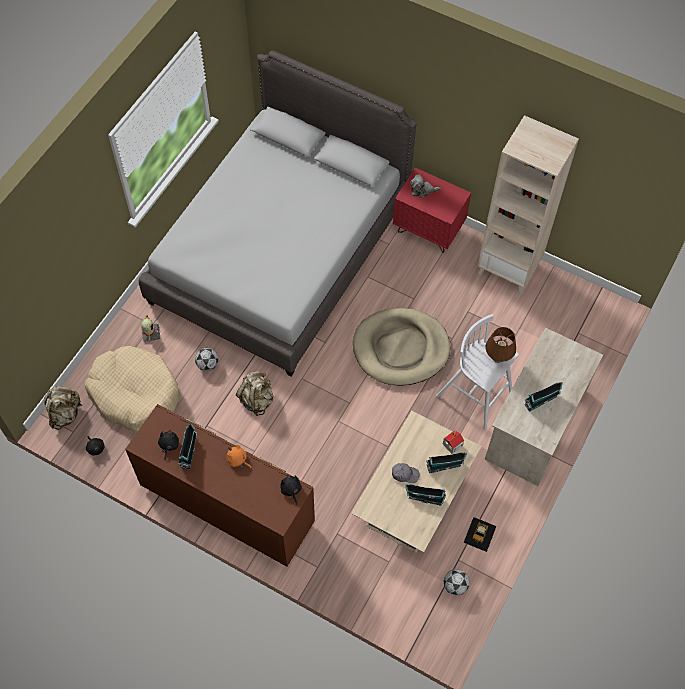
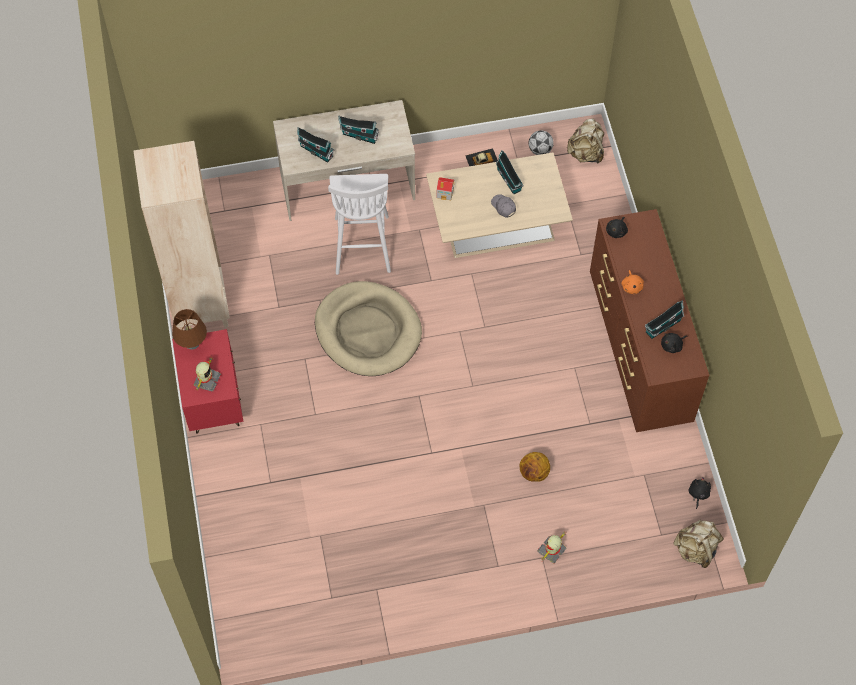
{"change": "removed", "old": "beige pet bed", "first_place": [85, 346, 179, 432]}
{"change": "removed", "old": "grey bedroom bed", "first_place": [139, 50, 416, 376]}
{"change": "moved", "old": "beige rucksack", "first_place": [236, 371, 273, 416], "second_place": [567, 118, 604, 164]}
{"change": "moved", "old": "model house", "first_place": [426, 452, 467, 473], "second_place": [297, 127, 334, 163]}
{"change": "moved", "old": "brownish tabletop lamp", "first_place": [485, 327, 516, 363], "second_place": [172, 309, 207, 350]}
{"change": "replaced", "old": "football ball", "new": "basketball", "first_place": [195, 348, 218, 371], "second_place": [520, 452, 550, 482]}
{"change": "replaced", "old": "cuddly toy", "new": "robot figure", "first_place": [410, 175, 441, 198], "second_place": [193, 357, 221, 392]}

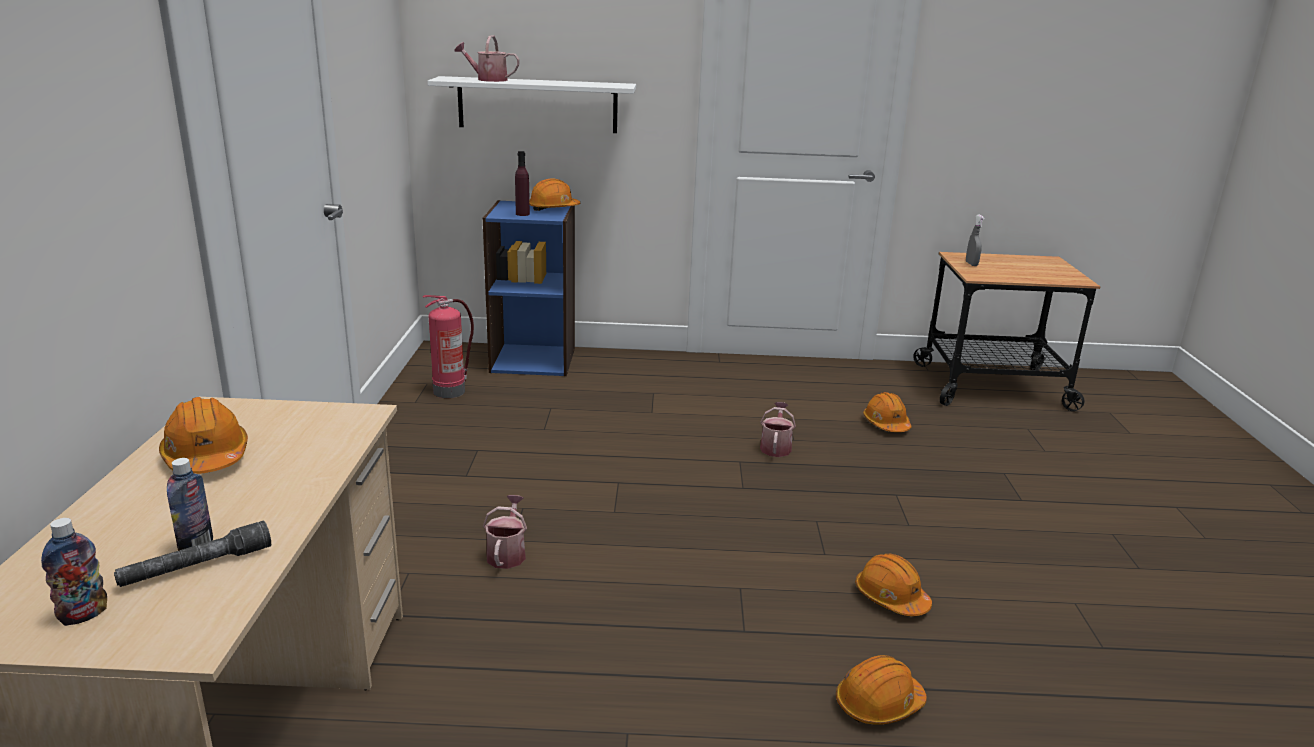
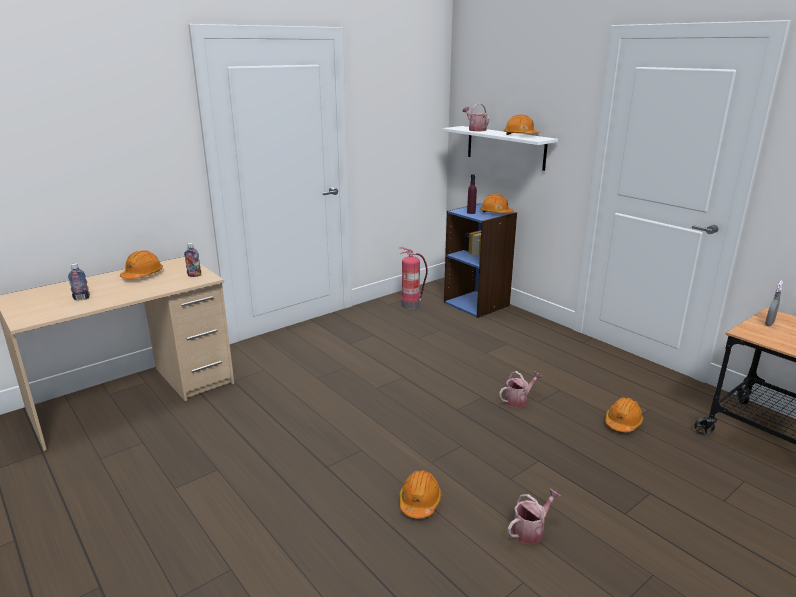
{"change": "removed", "old": "grey flashlight", "first_place": [114, 520, 271, 587]}
{"change": "moved", "old": "beverage bottle", "first_place": [41, 518, 107, 626], "second_place": [184, 243, 201, 277]}
{"change": "moved", "old": "watering can", "first_place": [483, 495, 527, 569], "second_place": [508, 488, 561, 545]}
{"change": "moved", "old": "orange hard hat", "first_place": [836, 655, 927, 725], "second_place": [503, 114, 540, 135]}

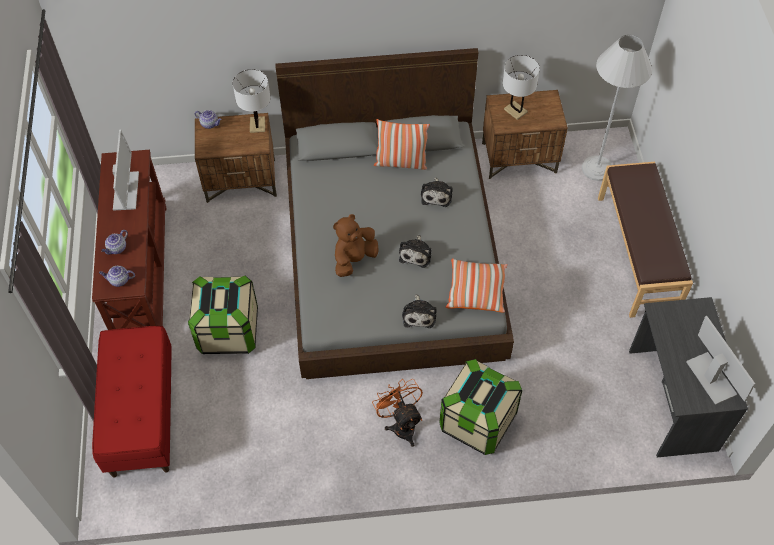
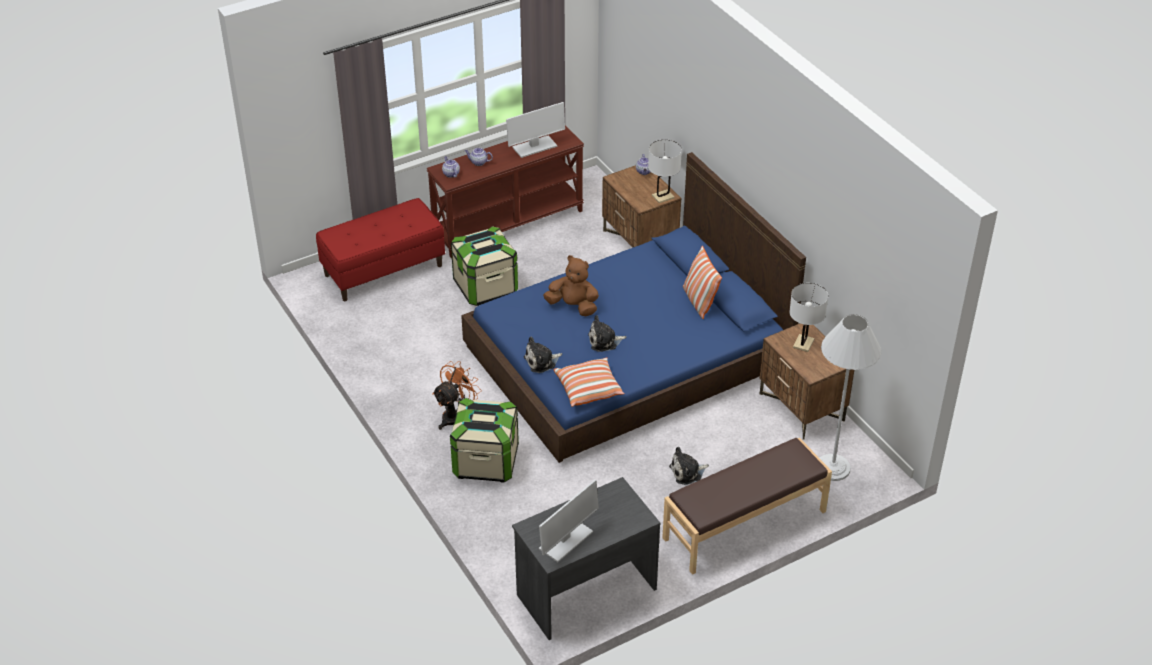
{"change": "moved", "old": "cuddly toy", "first_place": [421, 177, 453, 207], "second_place": [669, 447, 709, 485]}
{"change": "recoloured", "old": "grey bedroom bed", "new": "blue-coloured bedroom bed", "first_place": [275, 48, 514, 379], "second_place": [461, 152, 806, 463]}

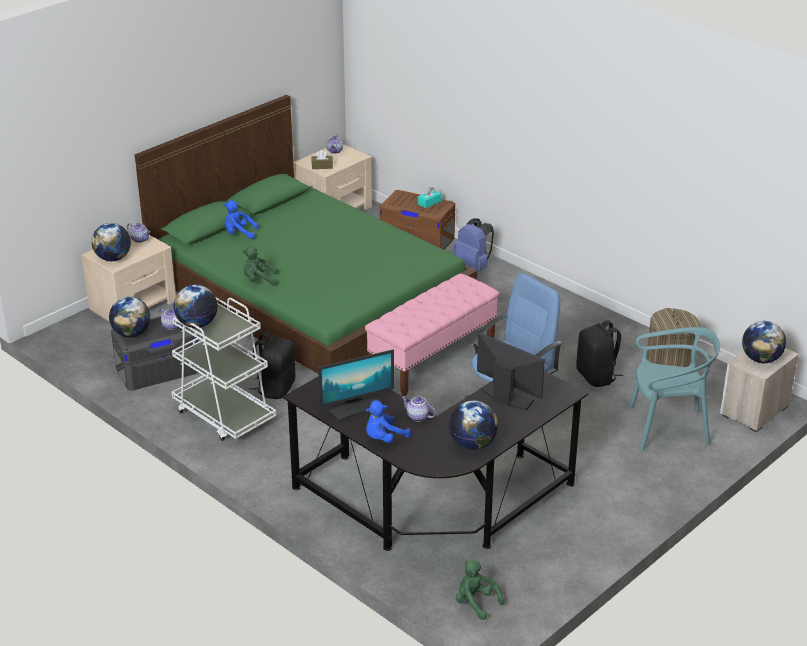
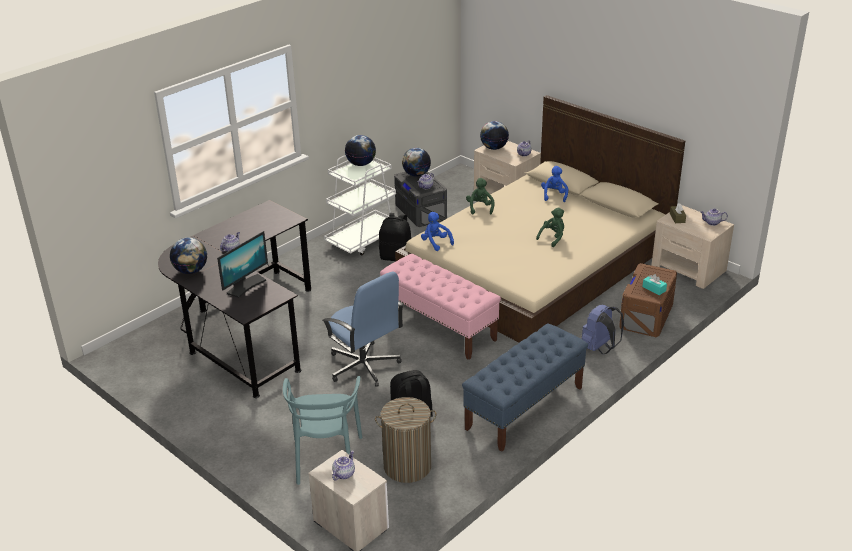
{"change": "removed", "old": "monitor", "first_place": [318, 349, 394, 421]}
{"change": "added", "new": "blue-coloured bench", "second_place": [462, 323, 588, 452]}
{"change": "moved", "old": "blue-coloured cuddly toy", "first_place": [366, 400, 411, 443], "second_place": [421, 212, 454, 251]}
{"change": "moved", "old": "green cuddly toy", "first_place": [455, 560, 505, 620], "second_place": [536, 207, 564, 247]}
{"change": "replaced", "old": "desk globe", "new": "pot for tea", "first_place": [742, 321, 786, 363], "second_place": [332, 451, 355, 481]}
{"change": "recoloured", "old": "green bedroom bed", "new": "beige bedroom bed", "first_place": [135, 95, 477, 374], "second_place": [395, 95, 685, 342]}

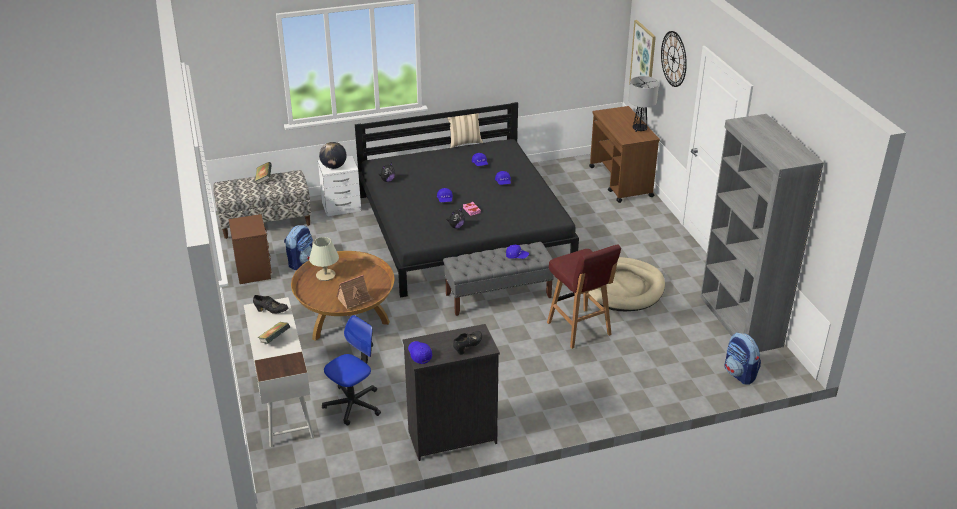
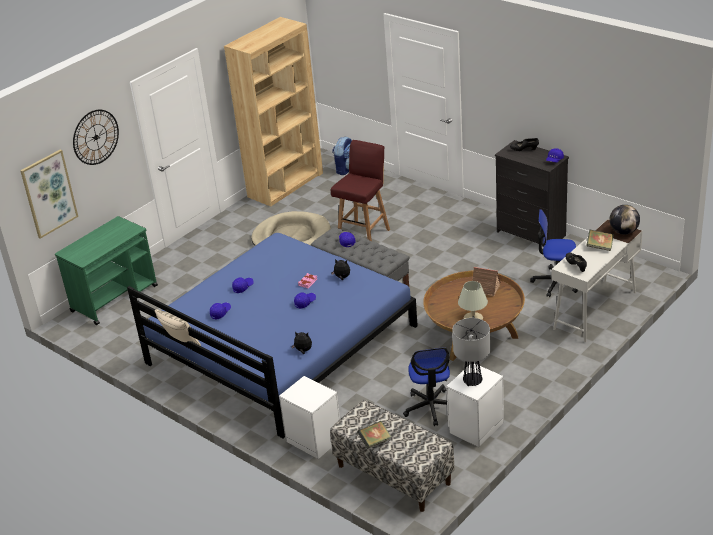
{"change": "moved", "old": "desk globe", "first_place": [319, 142, 347, 169], "second_place": [609, 205, 640, 235]}
{"change": "moved", "old": "tabletop lamp", "first_place": [628, 76, 659, 132], "second_place": [452, 318, 490, 386]}
{"change": "replaced", "old": "rucksack", "new": "desk chair", "first_place": [284, 225, 313, 270], "second_place": [403, 348, 450, 426]}
{"change": "recoloured", "old": "brownish nightstand", "new": "white-coloured nightstand", "first_place": [229, 214, 272, 284], "second_place": [446, 363, 504, 447]}
{"change": "recoloured", "old": "black bedroom bed", "new": "blue-coloured bedroom bed", "first_place": [355, 102, 579, 298], "second_place": [127, 233, 418, 438]}
{"change": "recoloured", "old": "brownish trolley", "new": "green trolley", "first_place": [589, 106, 660, 203], "second_place": [55, 216, 158, 325]}
{"change": "recoloured", "old": "grey bookcase", "new": "brownish bookcase", "first_place": [700, 114, 824, 352], "second_place": [224, 17, 323, 206]}

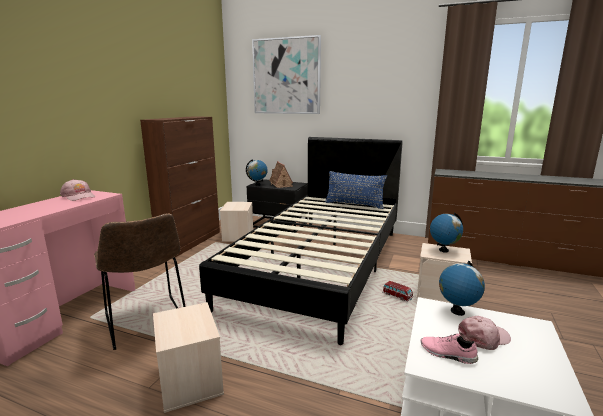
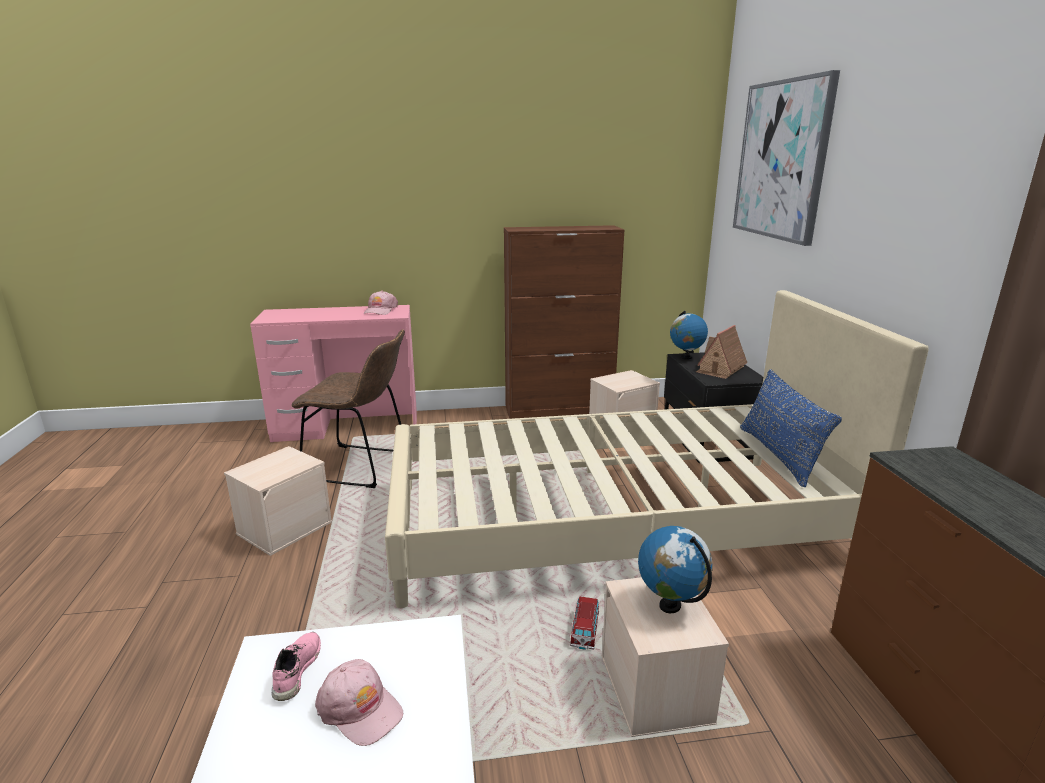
{"change": "removed", "old": "desk globe", "first_place": [439, 261, 485, 316]}
{"change": "recoloured", "old": "black bedroom bed", "new": "beige bedroom bed", "first_place": [199, 137, 403, 345], "second_place": [385, 290, 929, 608]}
{"change": "turned", "old": "brownish upright chair", "first_place": [94, 213, 186, 350], "second_place": [292, 329, 405, 488], "degrees": -105}

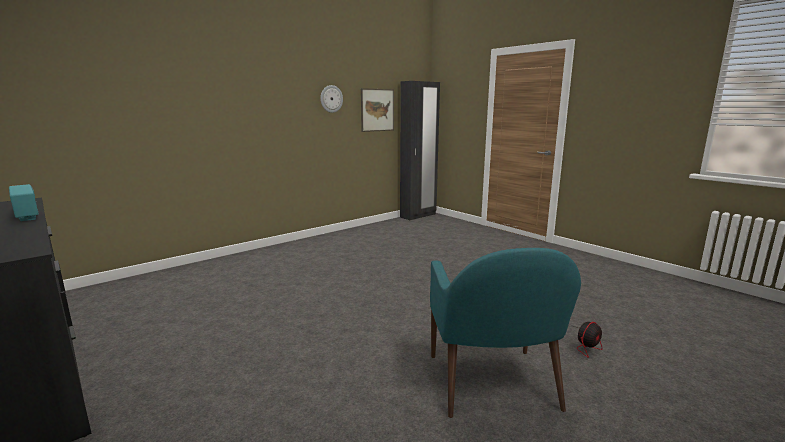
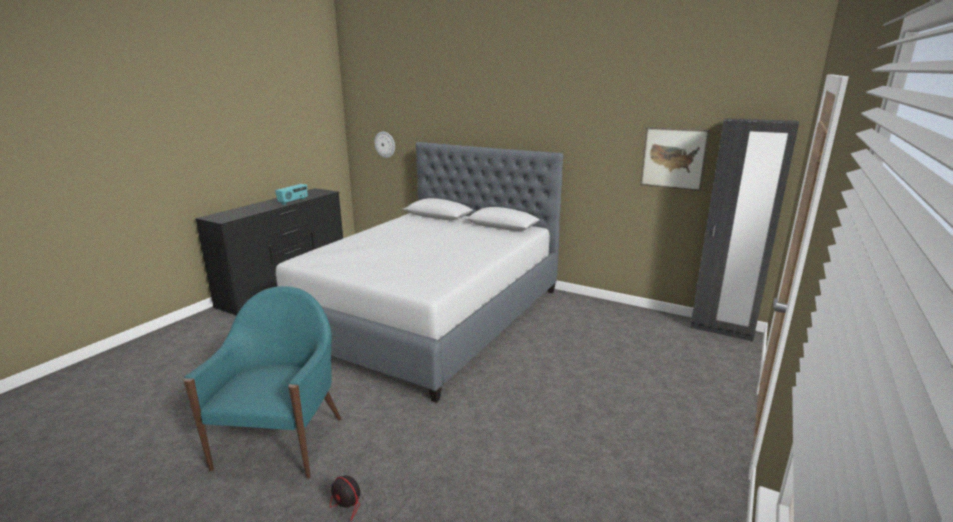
{"change": "added", "new": "grey bedroom bed", "second_place": [276, 142, 563, 403]}
{"change": "moved", "old": "wall clock", "first_place": [320, 85, 343, 113], "second_place": [374, 131, 395, 158]}
{"change": "turned", "old": "turquoise lounge chair", "first_place": [430, 248, 581, 418], "second_place": [183, 286, 341, 478], "degrees": 120}

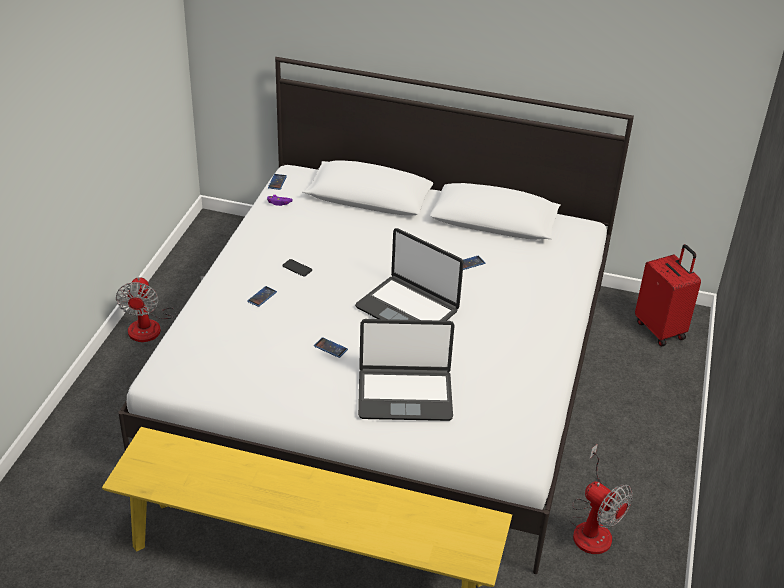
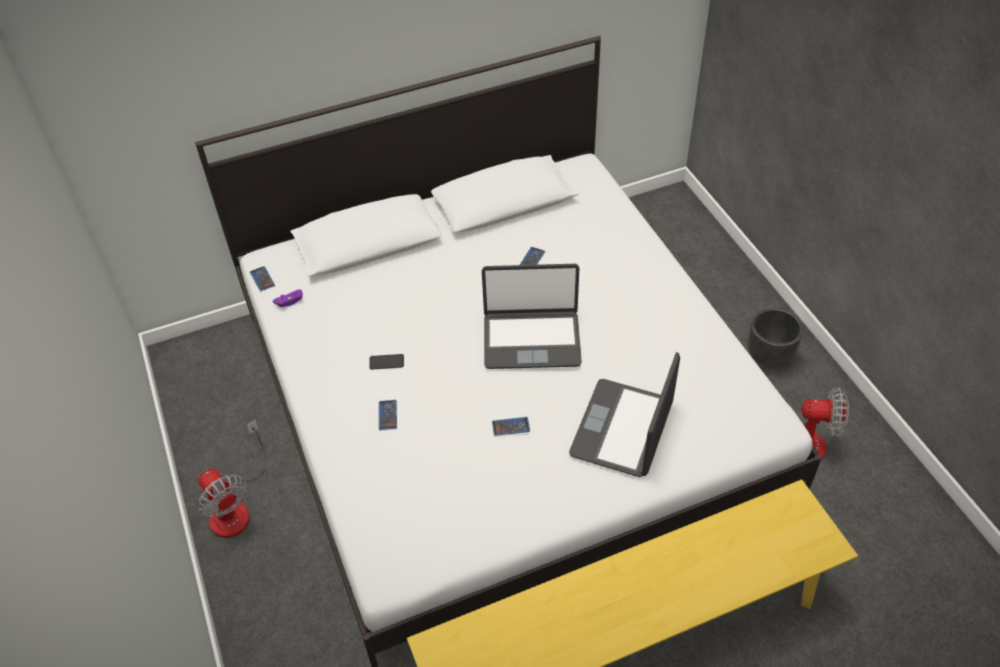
{"change": "removed", "old": "red-coloured suitcase", "first_place": [635, 244, 701, 346]}
{"change": "added", "new": "black planter", "second_place": [748, 308, 803, 368]}
{"change": "turned", "old": "laptop", "first_place": [358, 319, 455, 421], "second_place": [569, 352, 680, 477], "degrees": 150}

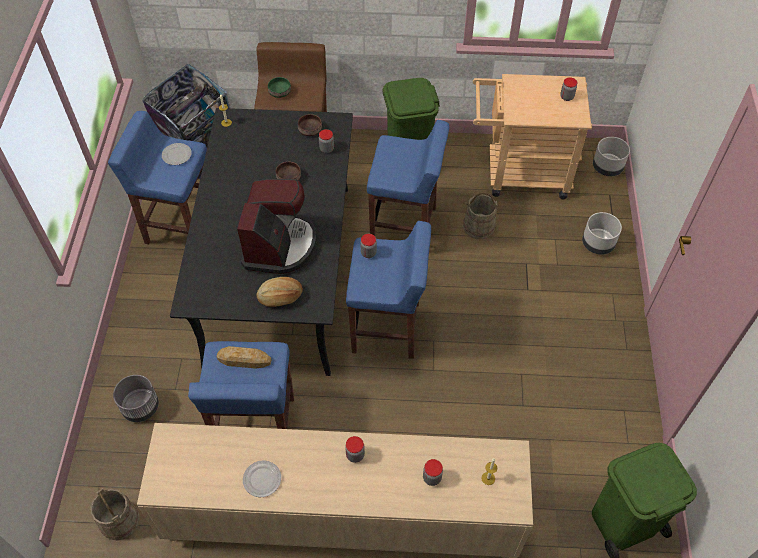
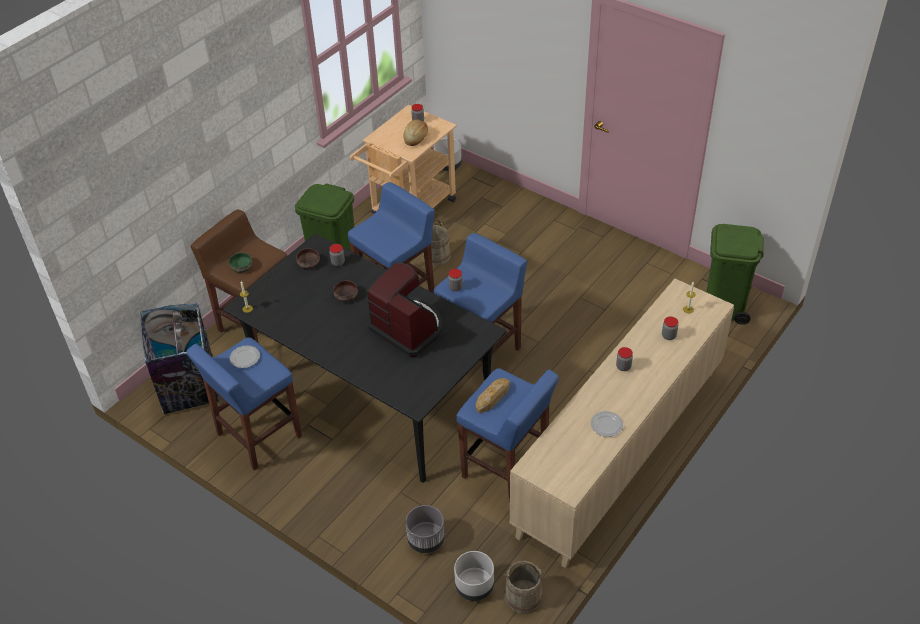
{"change": "moved", "old": "bakery bread", "first_place": [257, 277, 303, 307], "second_place": [404, 119, 428, 146]}
{"change": "moved", "old": "grey planter", "first_place": [582, 212, 622, 255], "second_place": [454, 551, 494, 601]}

